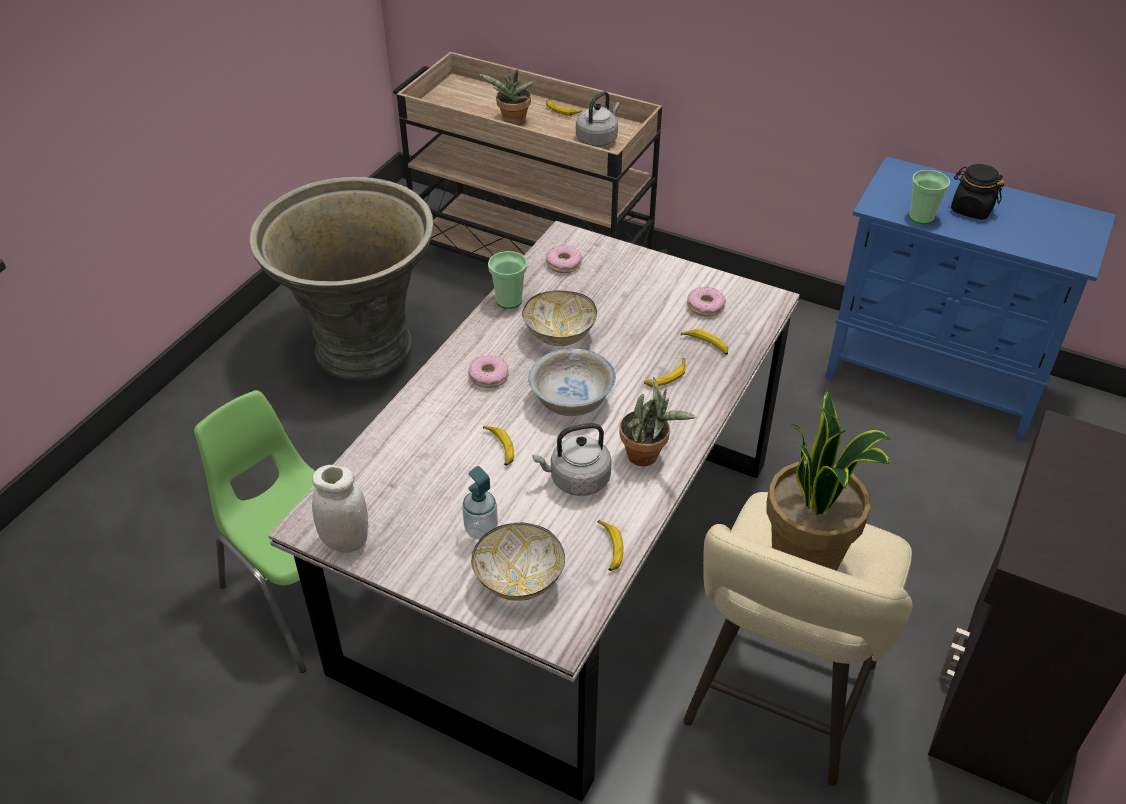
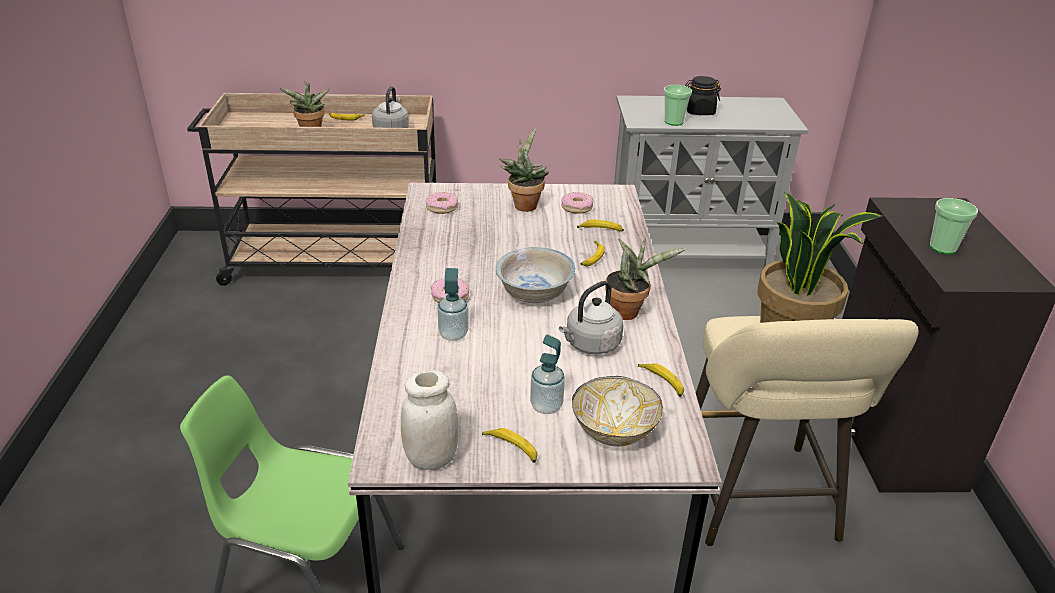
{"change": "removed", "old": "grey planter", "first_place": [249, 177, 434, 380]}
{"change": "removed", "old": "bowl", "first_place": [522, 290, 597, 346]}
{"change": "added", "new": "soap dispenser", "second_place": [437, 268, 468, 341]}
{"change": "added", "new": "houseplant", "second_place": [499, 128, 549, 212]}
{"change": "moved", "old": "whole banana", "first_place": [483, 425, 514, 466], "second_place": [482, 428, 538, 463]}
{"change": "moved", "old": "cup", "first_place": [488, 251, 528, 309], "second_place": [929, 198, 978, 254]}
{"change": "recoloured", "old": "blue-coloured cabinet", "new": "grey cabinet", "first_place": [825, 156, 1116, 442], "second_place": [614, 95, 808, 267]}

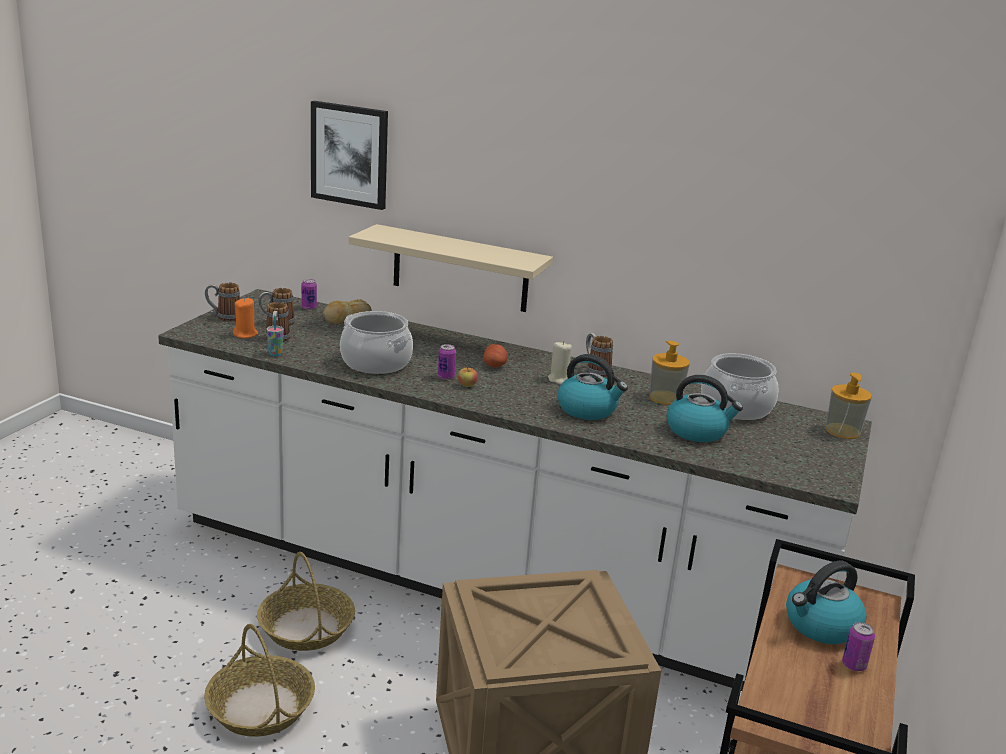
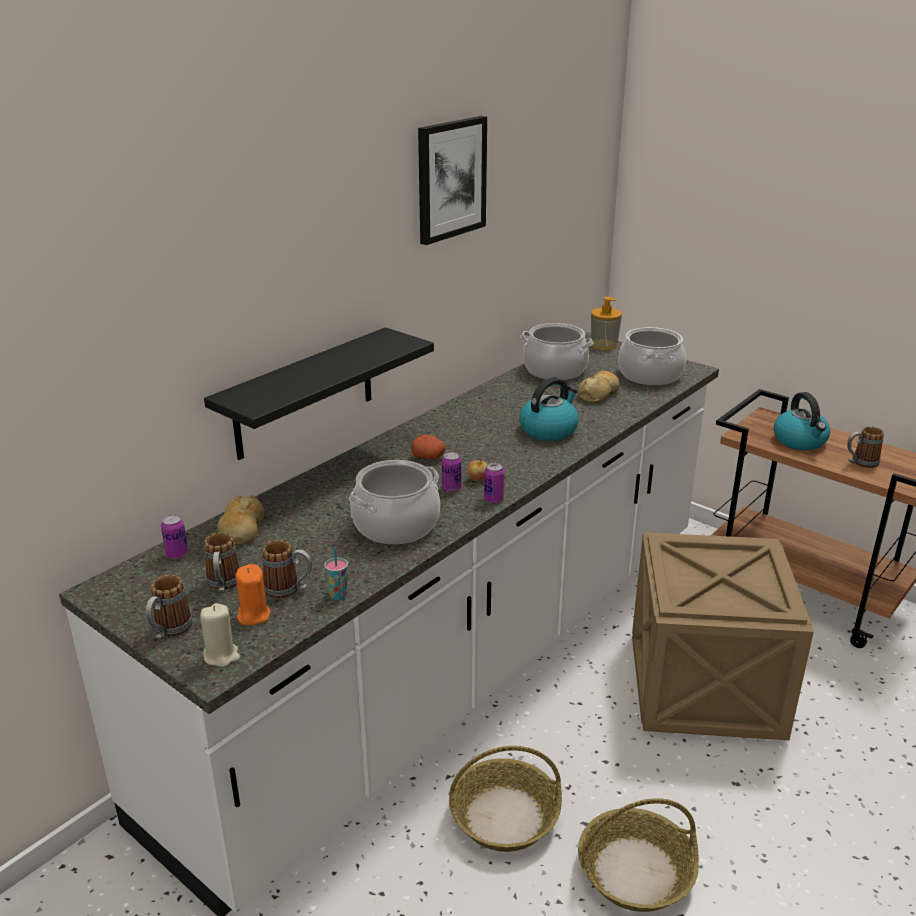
{"change": "removed", "old": "soap dispenser", "first_place": [649, 341, 690, 405]}
{"change": "added", "new": "stockpot", "second_place": [618, 327, 686, 385]}
{"change": "moved", "old": "picture", "first_place": [311, 101, 388, 210], "second_place": [418, 116, 487, 245]}
{"change": "moved", "old": "beige candle", "first_place": [548, 341, 572, 385], "second_place": [200, 603, 240, 667]}
{"change": "moved", "old": "coffee mug", "first_place": [586, 333, 613, 377], "second_place": [847, 426, 884, 468]}
{"change": "moved", "old": "sealed can", "first_place": [842, 622, 875, 671], "second_place": [484, 462, 505, 503]}
{"change": "replaced", "old": "tea kettle", "new": "bakery bread", "first_place": [667, 375, 743, 442], "second_place": [578, 371, 619, 403]}
{"change": "recoloured", "old": "beige bracket shelf", "new": "black bracket shelf", "first_place": [349, 224, 553, 312], "second_place": [204, 327, 434, 460]}

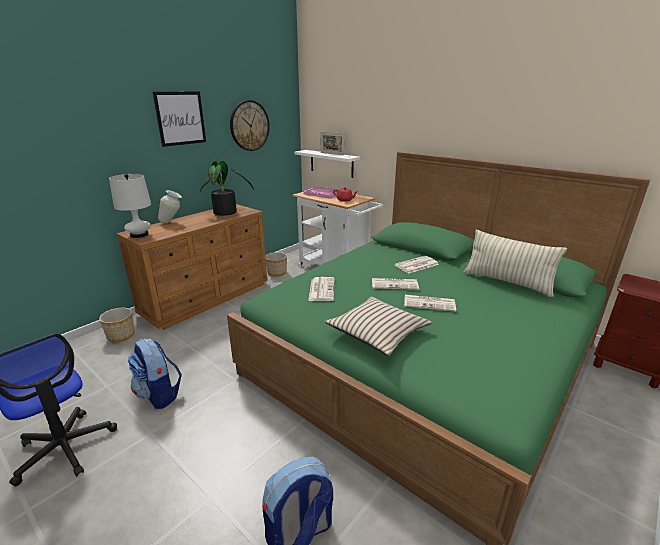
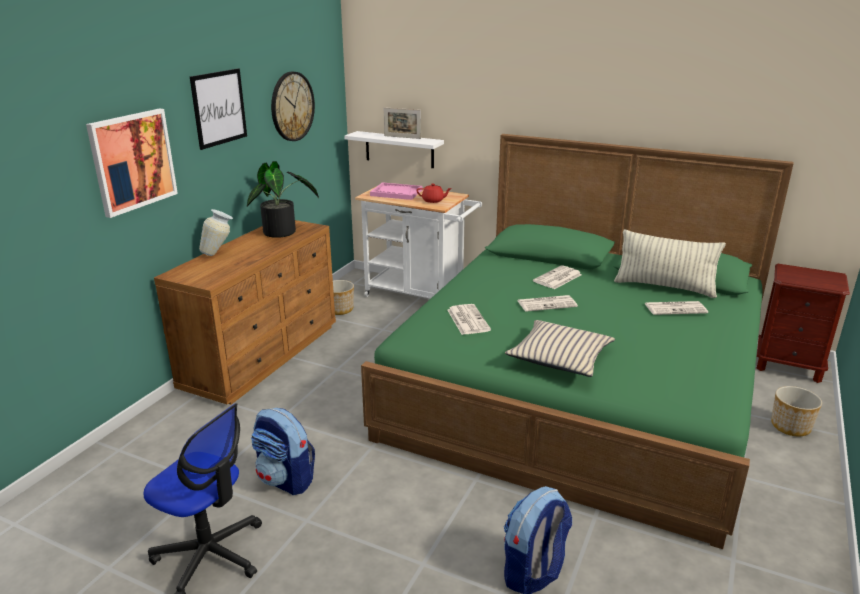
{"change": "removed", "old": "white-coloured tabletop lamp", "first_place": [109, 174, 151, 238]}
{"change": "added", "new": "picture", "second_place": [86, 109, 178, 218]}
{"change": "moved", "old": "planter", "first_place": [99, 308, 135, 342], "second_place": [771, 386, 822, 437]}
{"change": "moved", "old": "printed paper", "first_place": [404, 295, 456, 312], "second_place": [644, 301, 708, 315]}

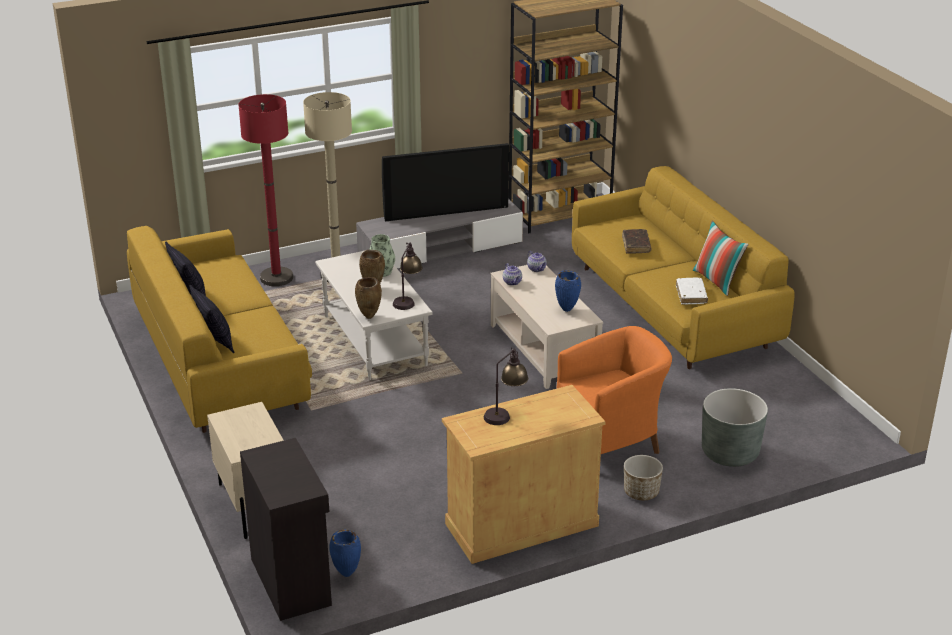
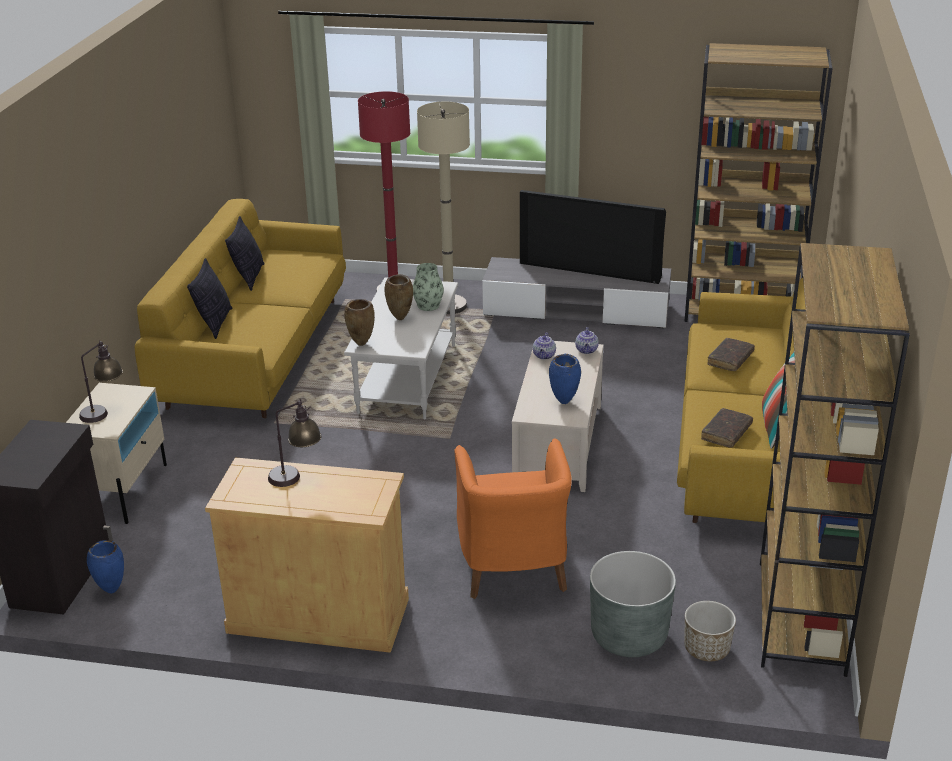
{"change": "added", "new": "brownish bookcase", "second_place": [760, 243, 910, 677]}
{"change": "moved", "old": "tabletop lamp", "first_place": [393, 242, 423, 310], "second_place": [79, 340, 123, 423]}
{"change": "moved", "old": "planter", "first_place": [624, 455, 663, 500], "second_place": [685, 601, 736, 661]}
{"change": "recoloured", "old": "white-coloured bound book", "new": "brownish bound book", "first_place": [676, 278, 708, 305], "second_place": [701, 408, 753, 448]}
{"change": "turned", "old": "orange lounge chair", "first_place": [556, 326, 672, 454], "second_place": [454, 438, 572, 599], "degrees": 75}

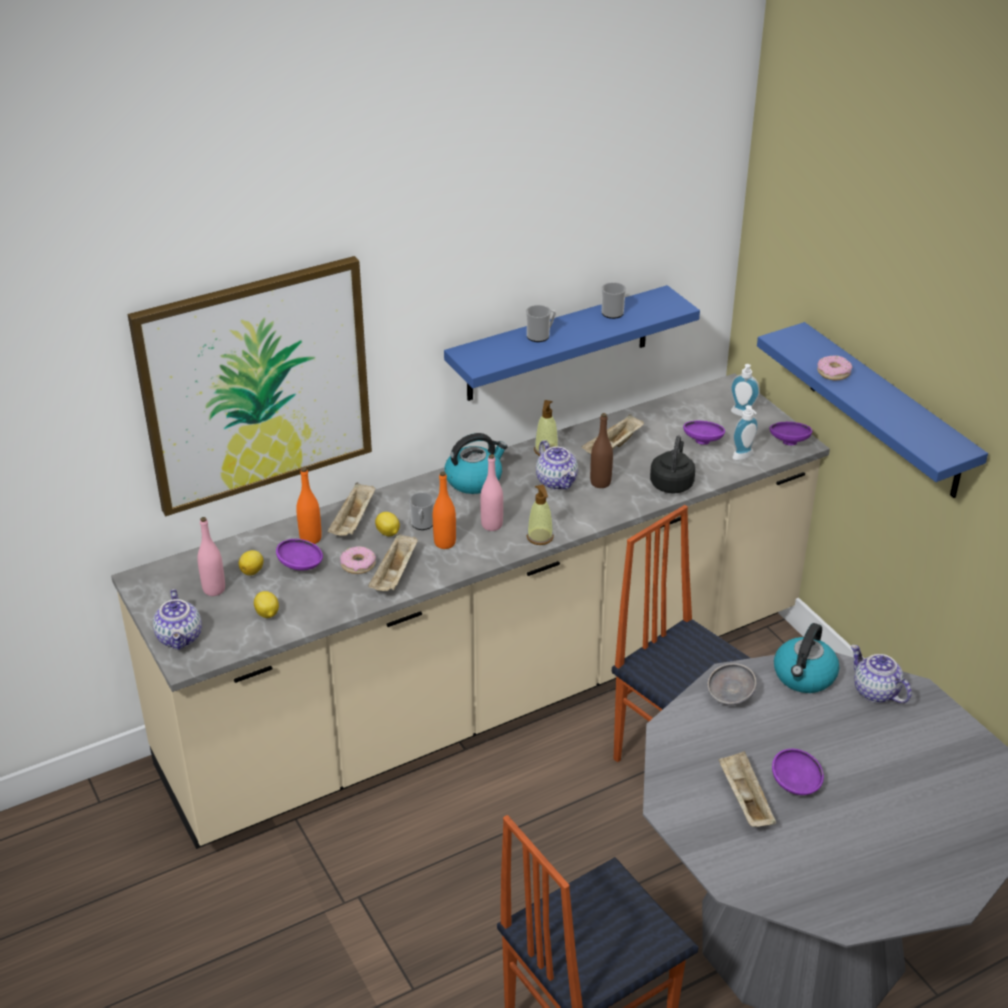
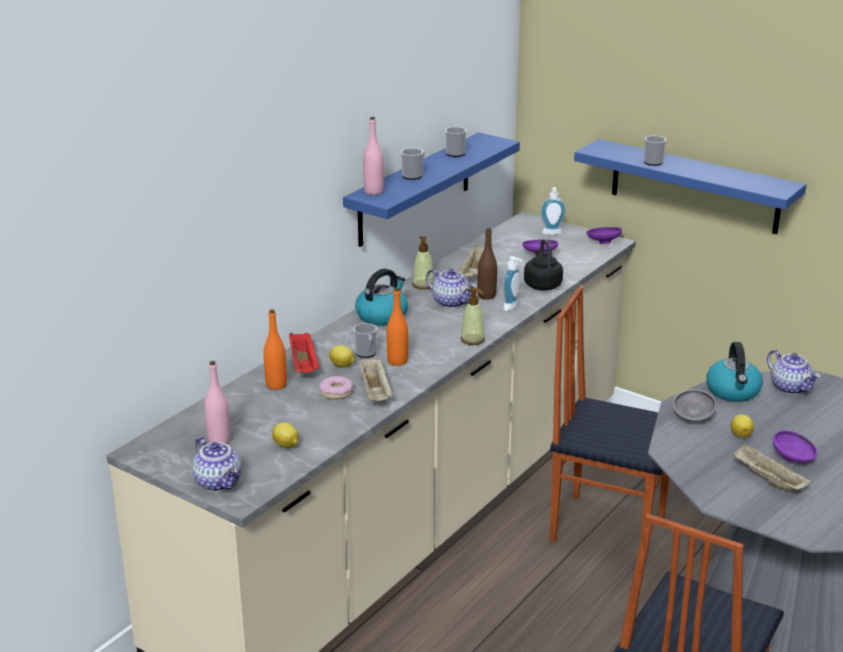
{"change": "removed", "old": "picture", "first_place": [128, 256, 372, 516]}
{"change": "removed", "old": "purple-coloured bowl", "first_place": [276, 539, 323, 570]}
{"change": "moved", "old": "whole lemon", "first_place": [239, 550, 264, 576], "second_place": [731, 414, 754, 438]}
{"change": "moved", "old": "pink beverage bottle", "first_place": [480, 454, 503, 531], "second_place": [363, 117, 384, 195]}
{"change": "moved", "old": "soap dispenser", "first_place": [732, 405, 759, 460], "second_place": [503, 256, 523, 311]}
{"change": "replaced", "old": "donut", "new": "coffee mug", "first_place": [817, 355, 852, 380], "second_place": [644, 136, 666, 166]}
{"change": "recoloured", "old": "beige carrying tray", "new": "red-coloured carrying tray", "first_place": [328, 482, 375, 536], "second_place": [289, 333, 320, 373]}
{"change": "turned", "old": "pot for tea", "first_place": [851, 645, 912, 703], "second_place": [767, 350, 820, 394], "degrees": -150}

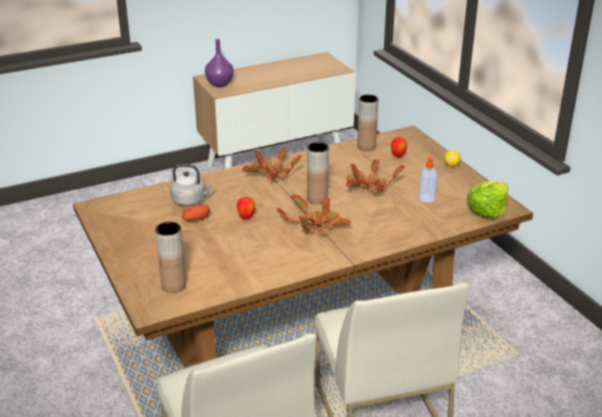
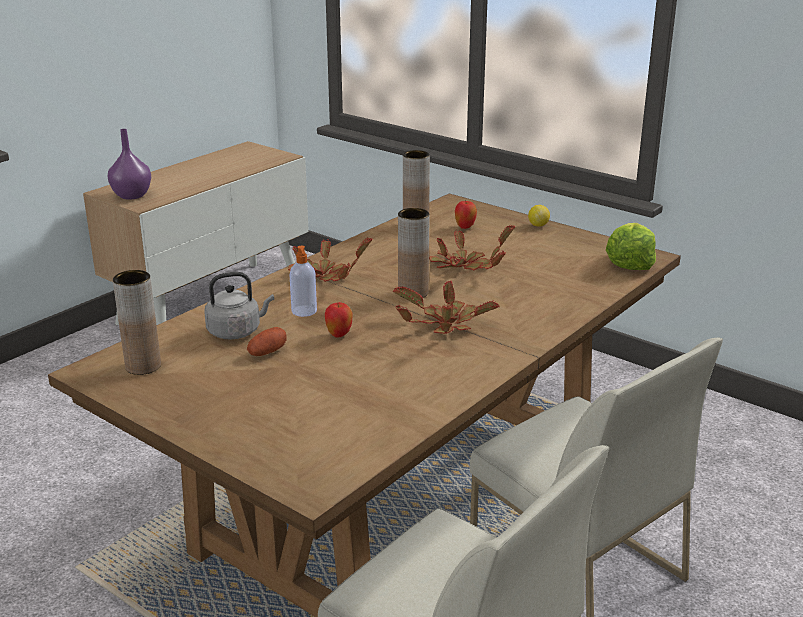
{"change": "moved", "old": "brownish vase", "first_place": [155, 222, 186, 293], "second_place": [113, 270, 161, 375]}
{"change": "moved", "old": "soap dispenser", "first_place": [419, 156, 438, 202], "second_place": [290, 246, 317, 317]}

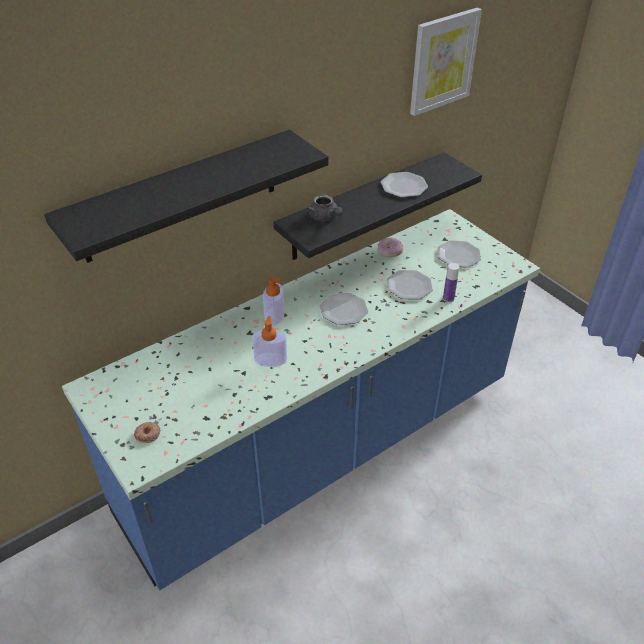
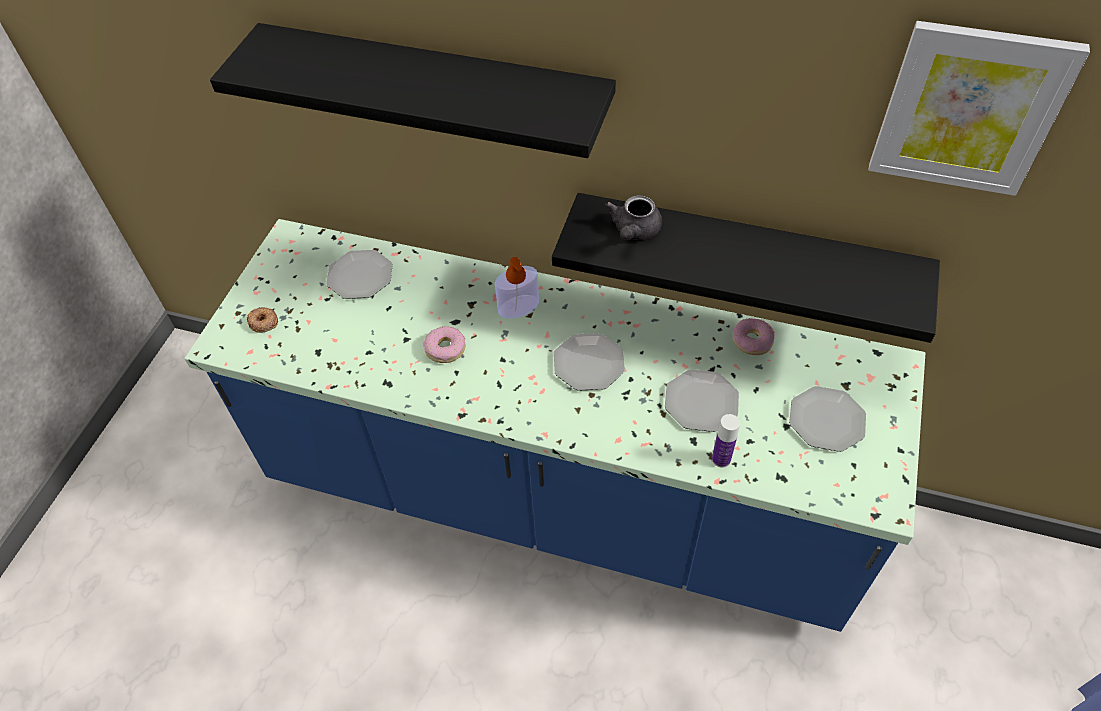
{"change": "moved", "old": "dinner plate", "first_place": [381, 172, 428, 198], "second_place": [326, 250, 392, 299]}
{"change": "replaced", "old": "soap dispenser", "new": "donut", "first_place": [252, 316, 287, 367], "second_place": [423, 326, 466, 363]}

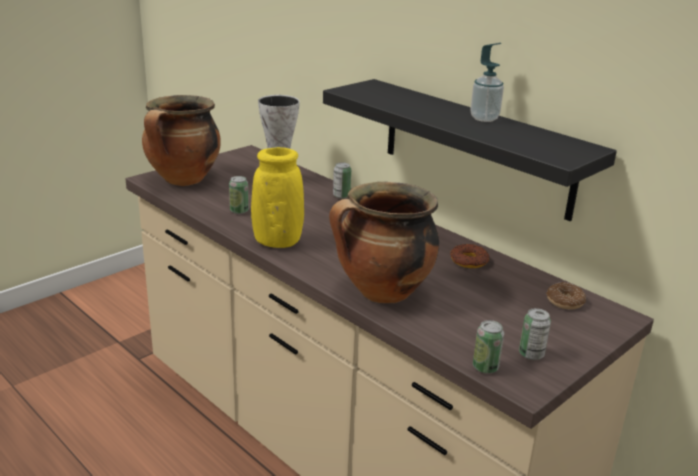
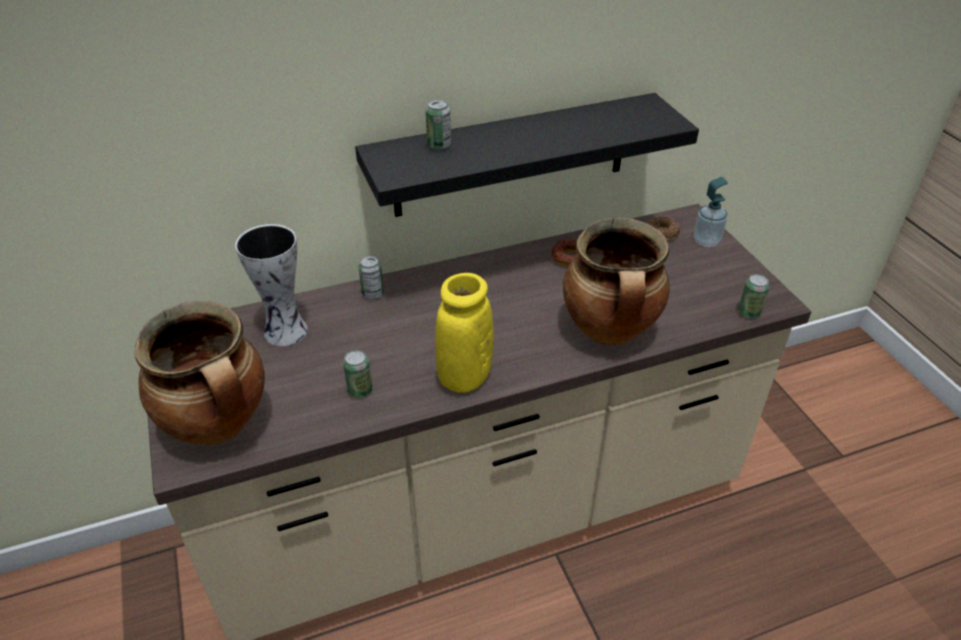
{"change": "moved", "old": "soap dispenser", "first_place": [470, 43, 504, 122], "second_place": [694, 177, 728, 247]}
{"change": "moved", "old": "sealed can", "first_place": [519, 308, 551, 360], "second_place": [426, 99, 451, 150]}

